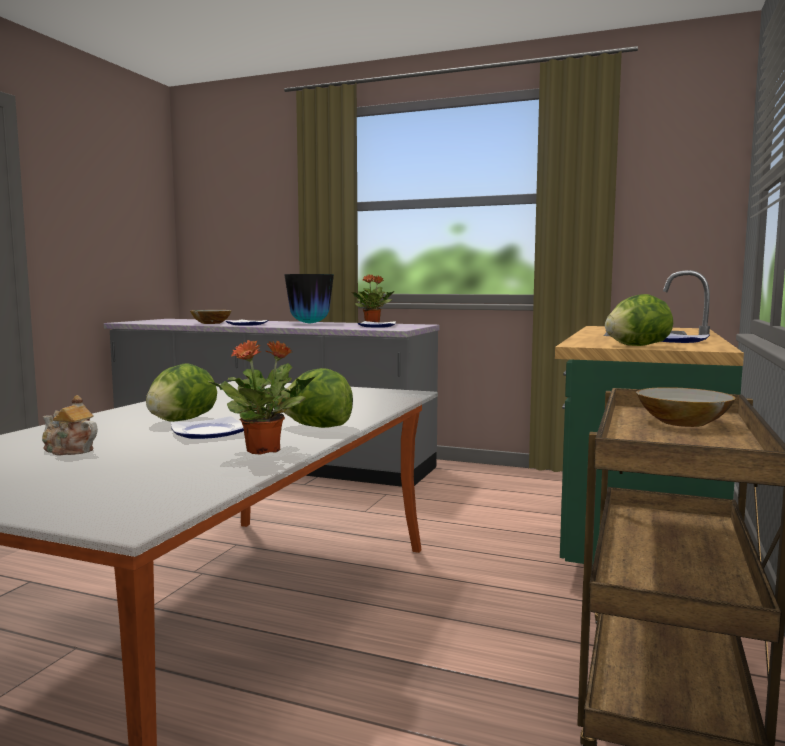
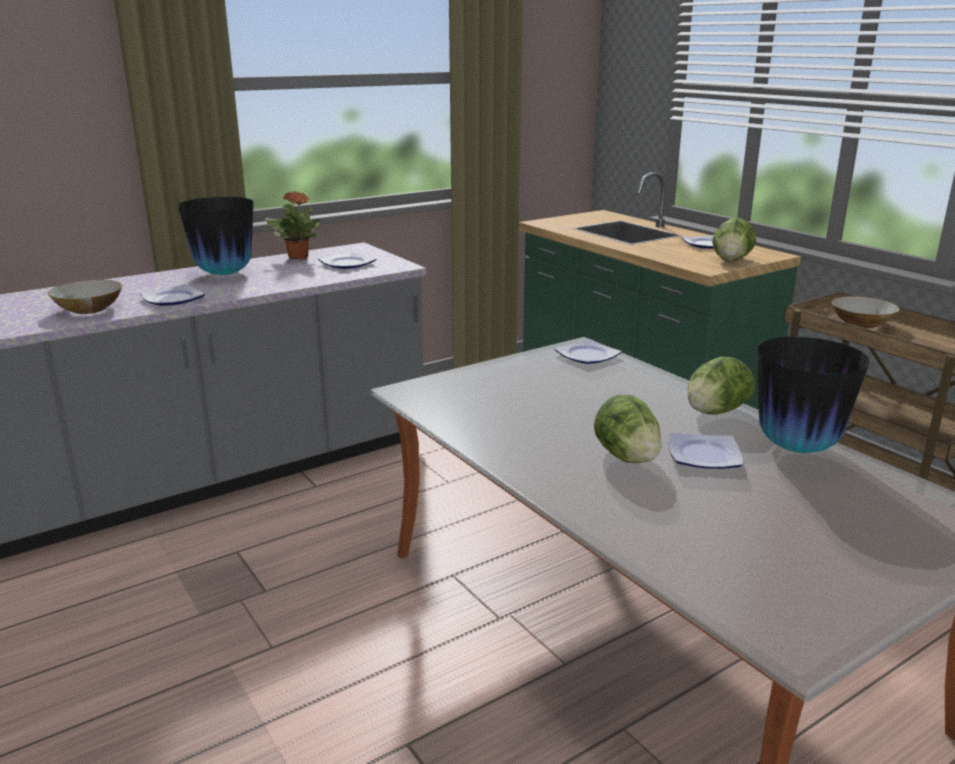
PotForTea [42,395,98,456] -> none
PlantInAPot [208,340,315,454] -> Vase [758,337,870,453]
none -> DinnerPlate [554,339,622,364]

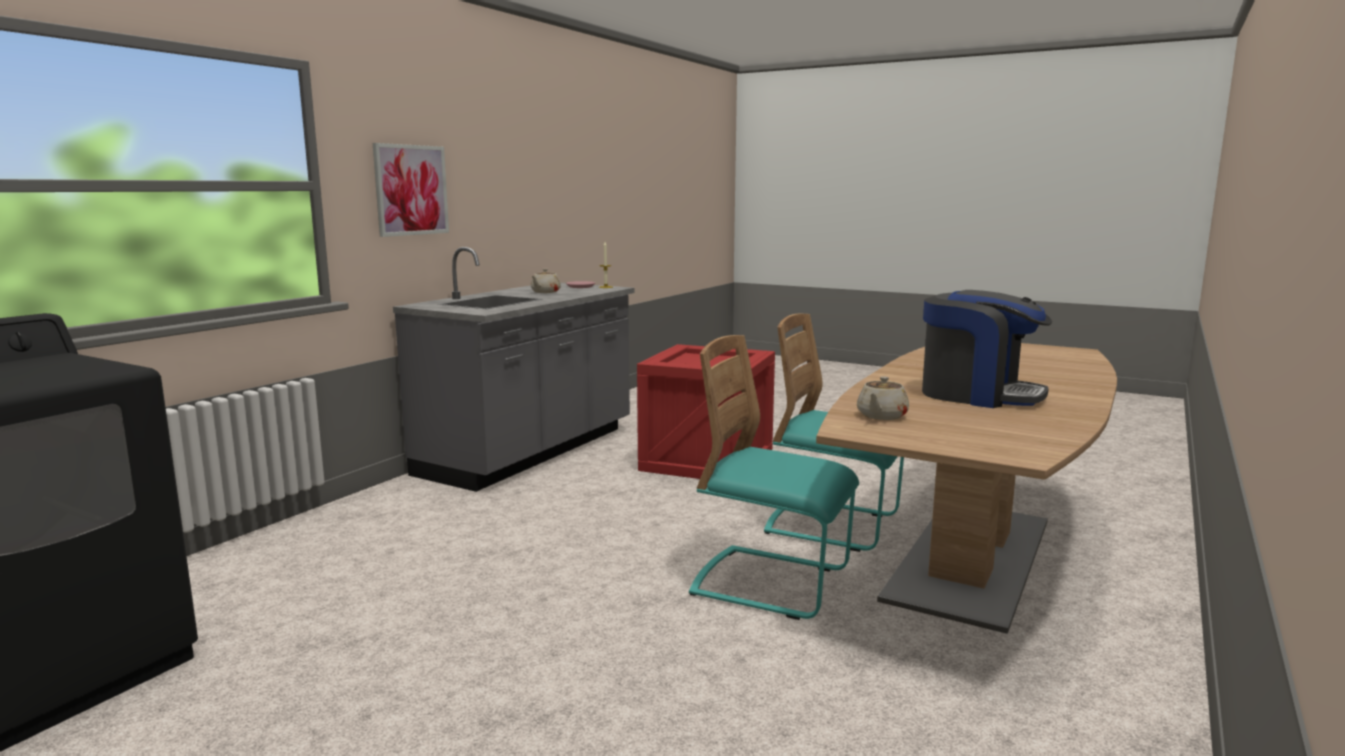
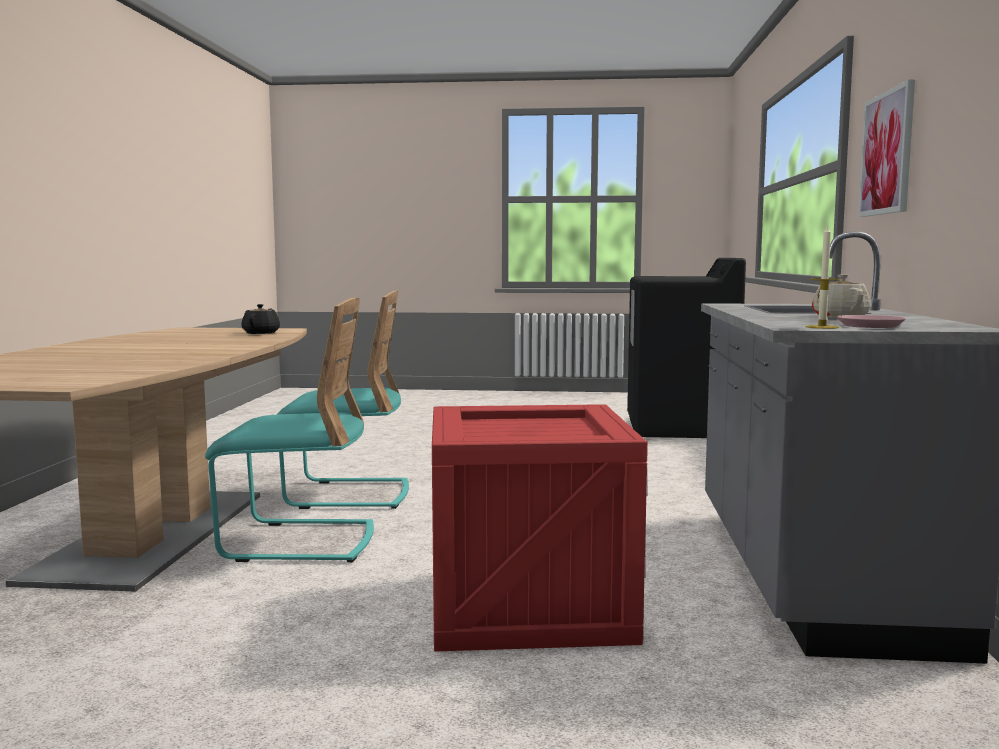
BeigePotForTea [857,376,909,420] -> BlackPotForTea [241,304,280,334]
CoffeeMachine [922,290,1052,408] -> none

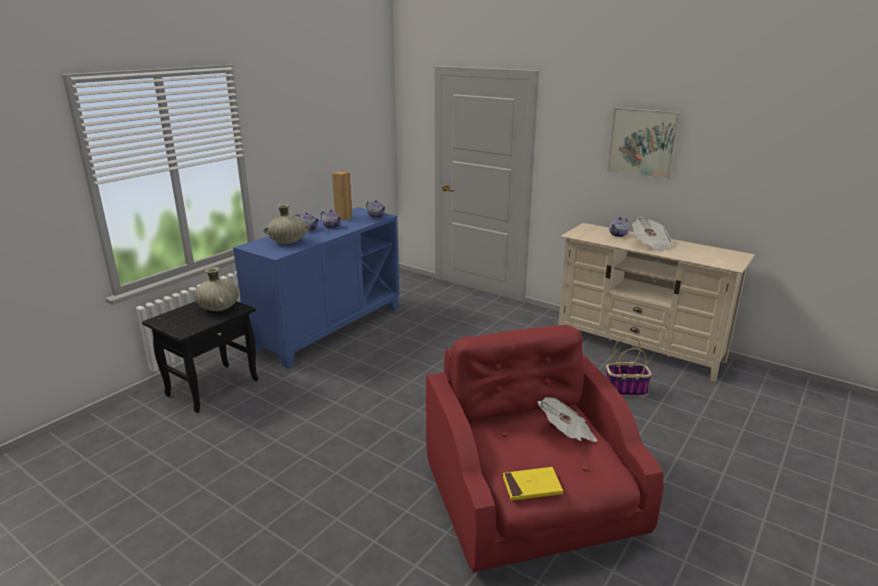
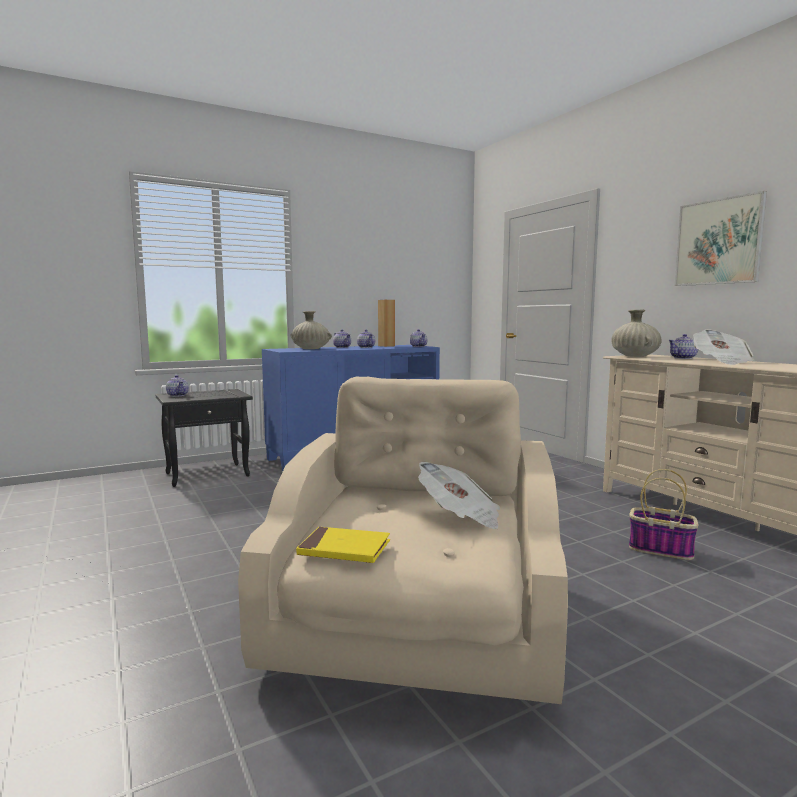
BeigeVase [195,267,239,311] -> BeigeVase [611,310,662,357], move
RedColouredArmchair [426,325,664,573] -> BeigeArmchair [238,376,568,704]
none -> PotForTea [166,375,189,397]

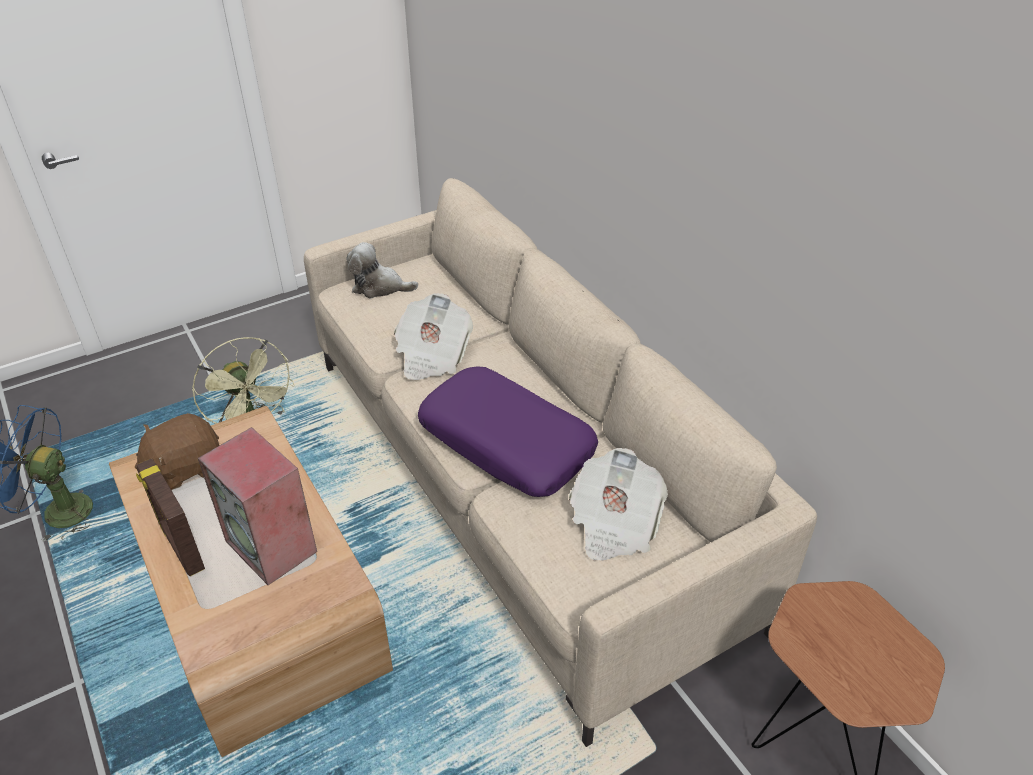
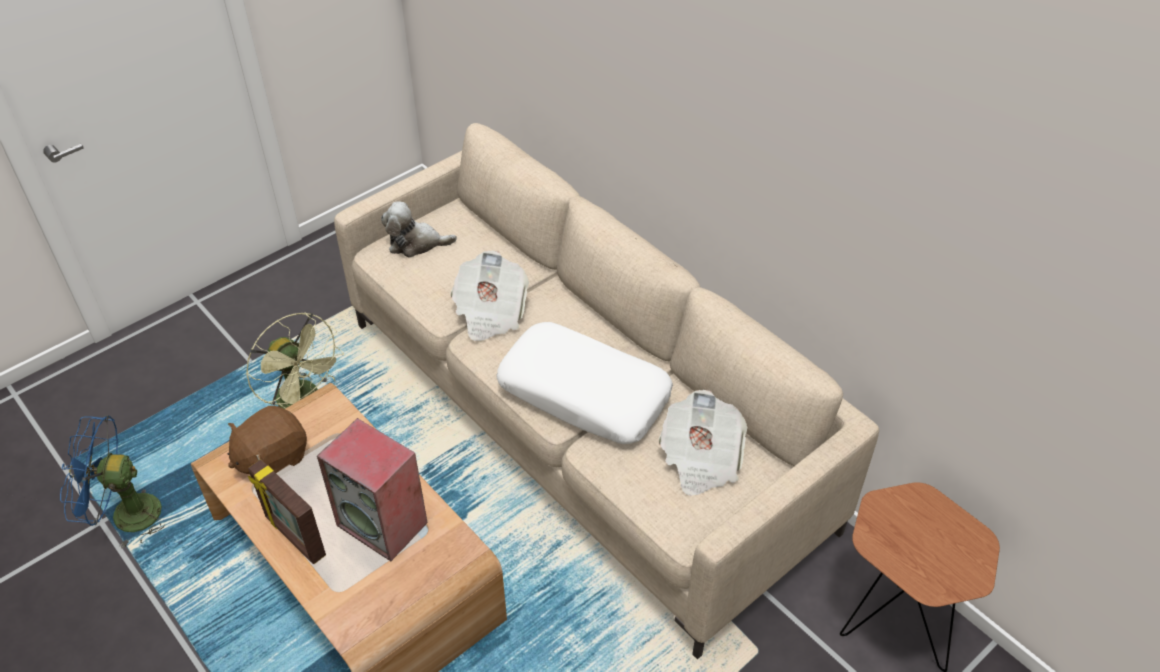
PurpleColouredCushion [418,366,598,497] -> WhiteCushion [496,322,673,444]

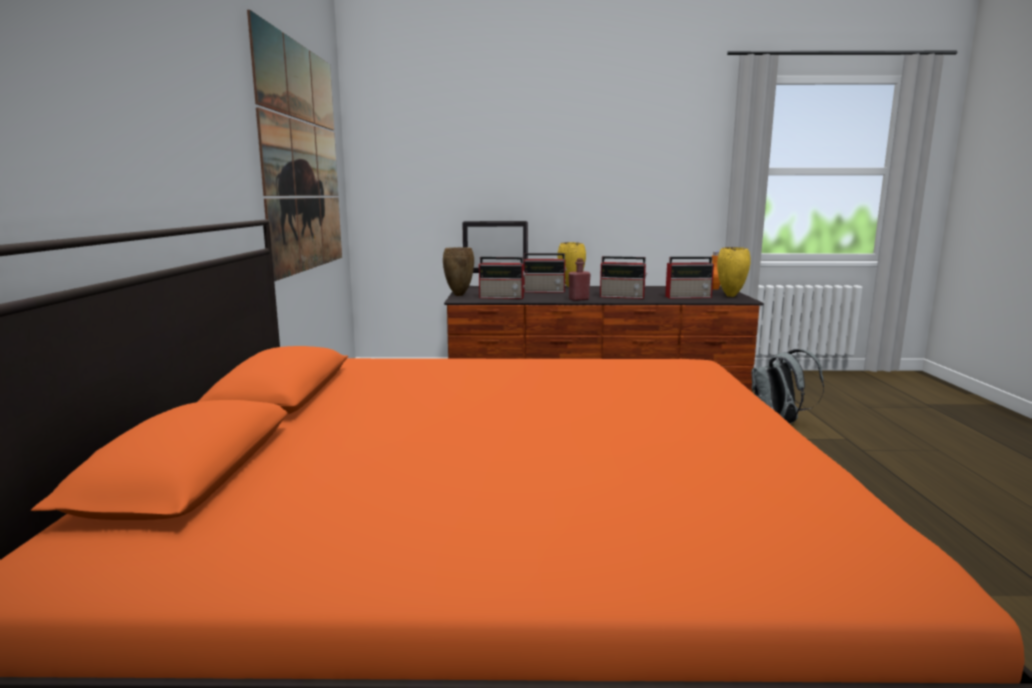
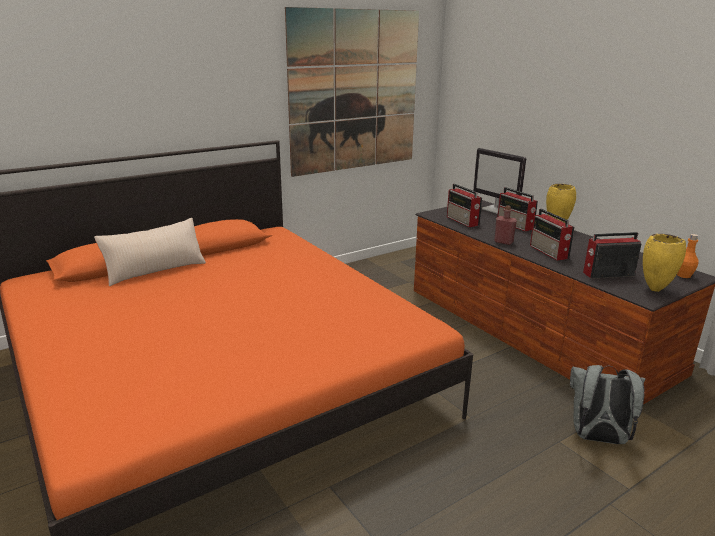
BrownColouredVase [443,247,474,296] -> none
Radio [665,257,714,298] -> Radio [583,232,641,278], 120 degrees clockwise
none -> BeigeCushion [94,218,206,286]

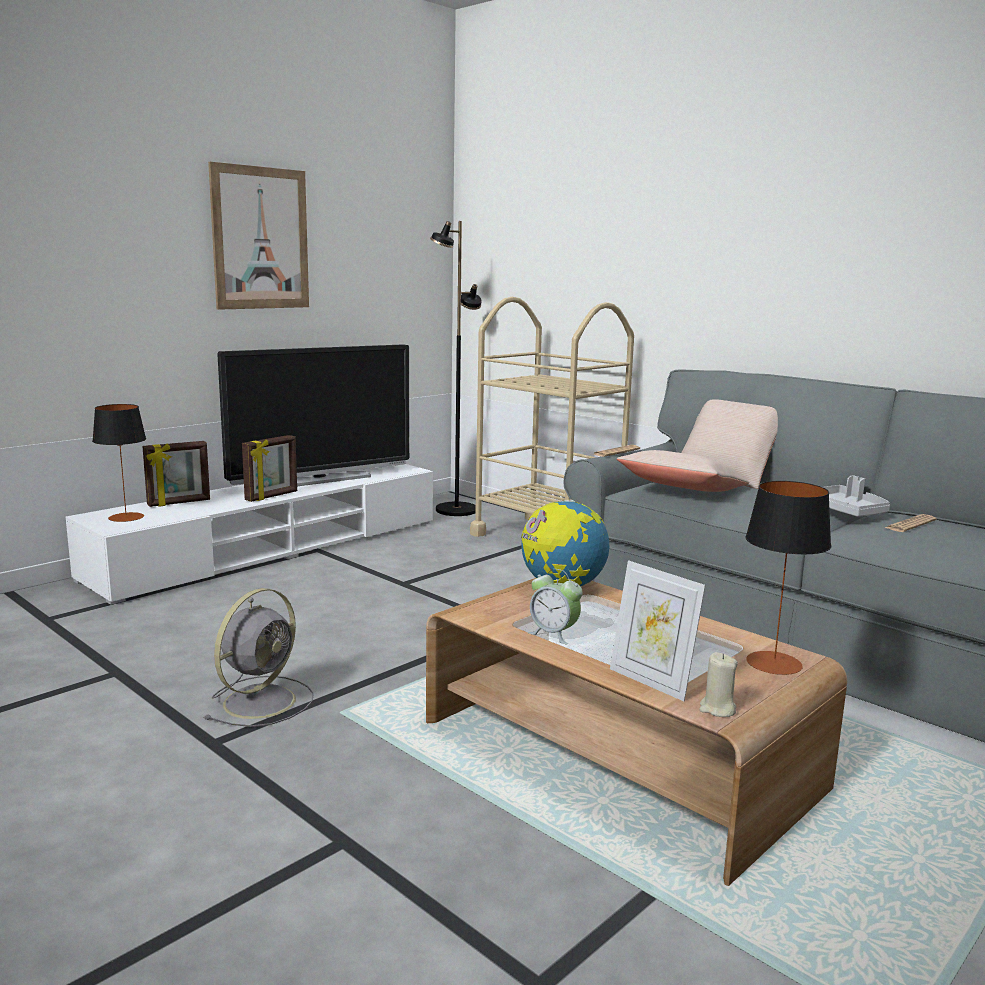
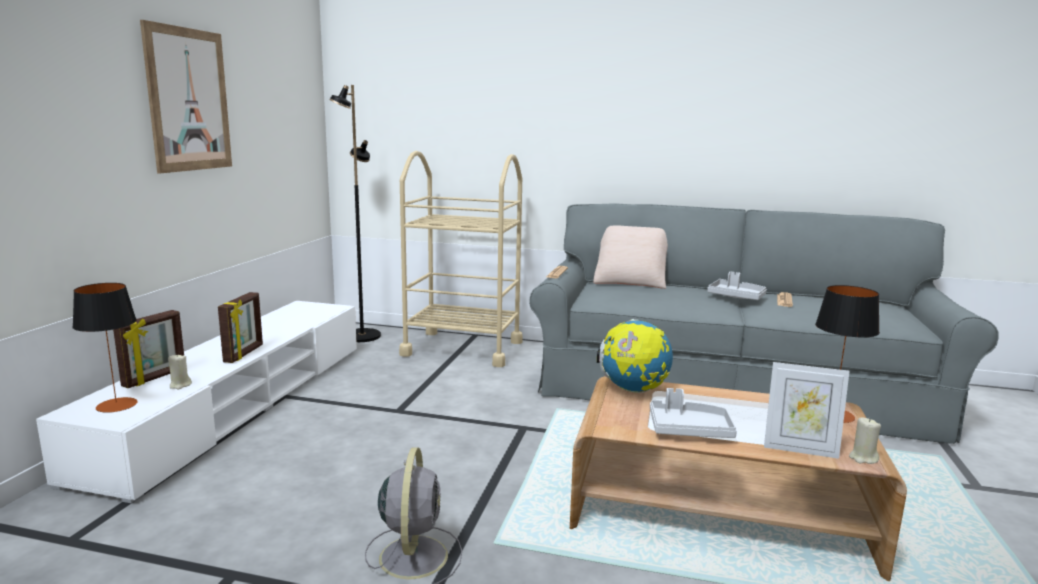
TvSet [217,344,409,486] -> none
TableClock [528,569,583,644] -> GrayServingTray [650,388,737,438]
BeigeCushion [617,450,749,492] -> none
none -> BeigeWaxLight [168,355,192,389]

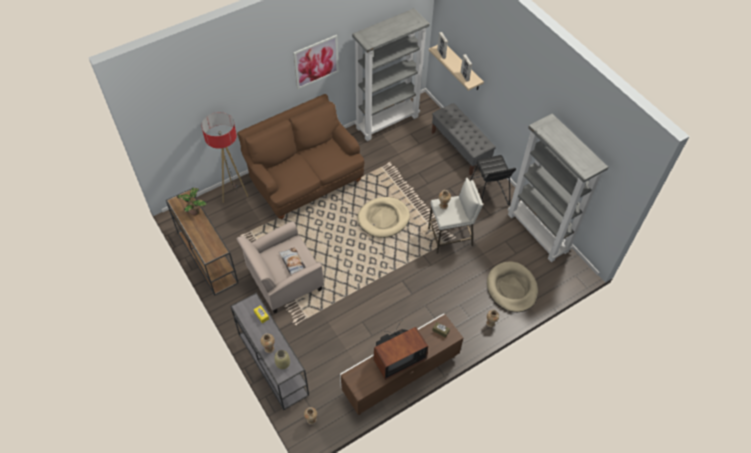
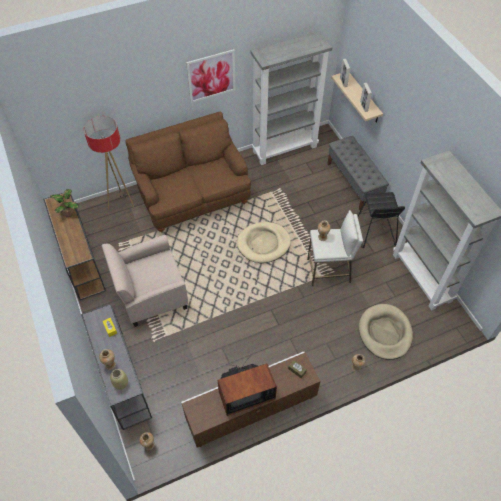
Cushion [279,247,306,275] -> none

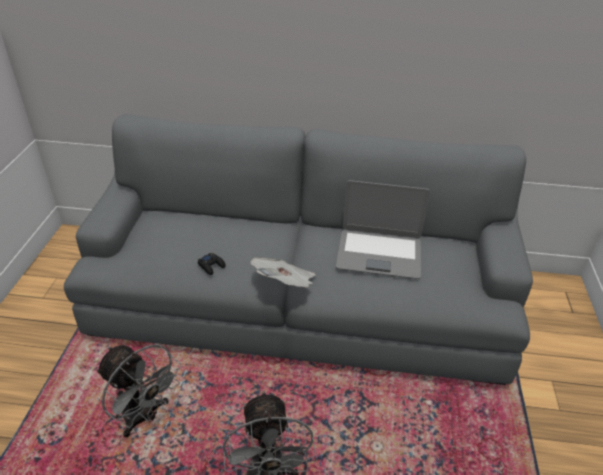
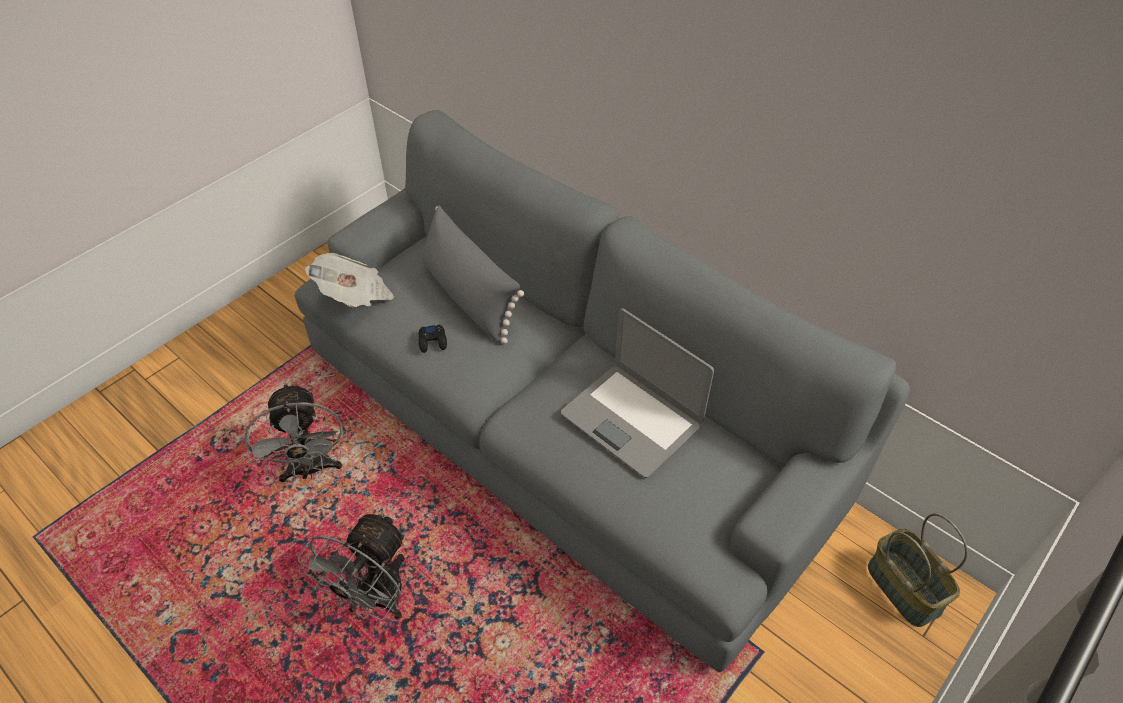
PrintedPaper [250,258,316,288] -> PrintedPaper [305,253,394,308], move
none -> GrayCushion [422,205,524,344]
none -> Basket [868,513,968,627]

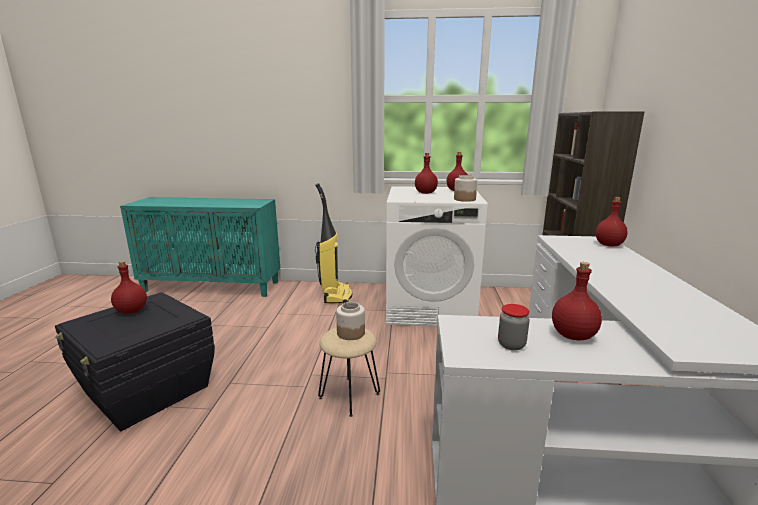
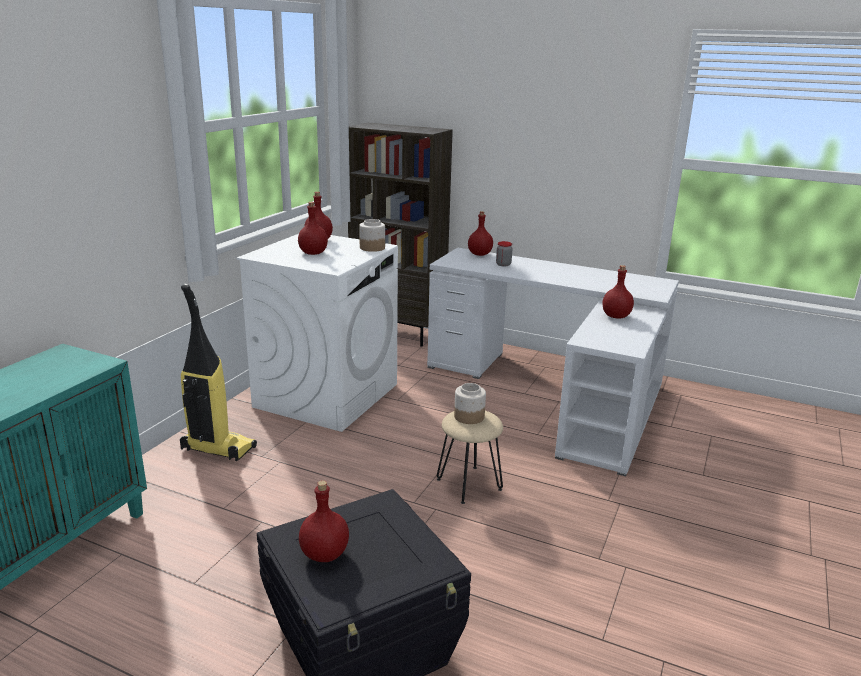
Jar [498,304,530,350] -> Jar [496,241,512,267], move

